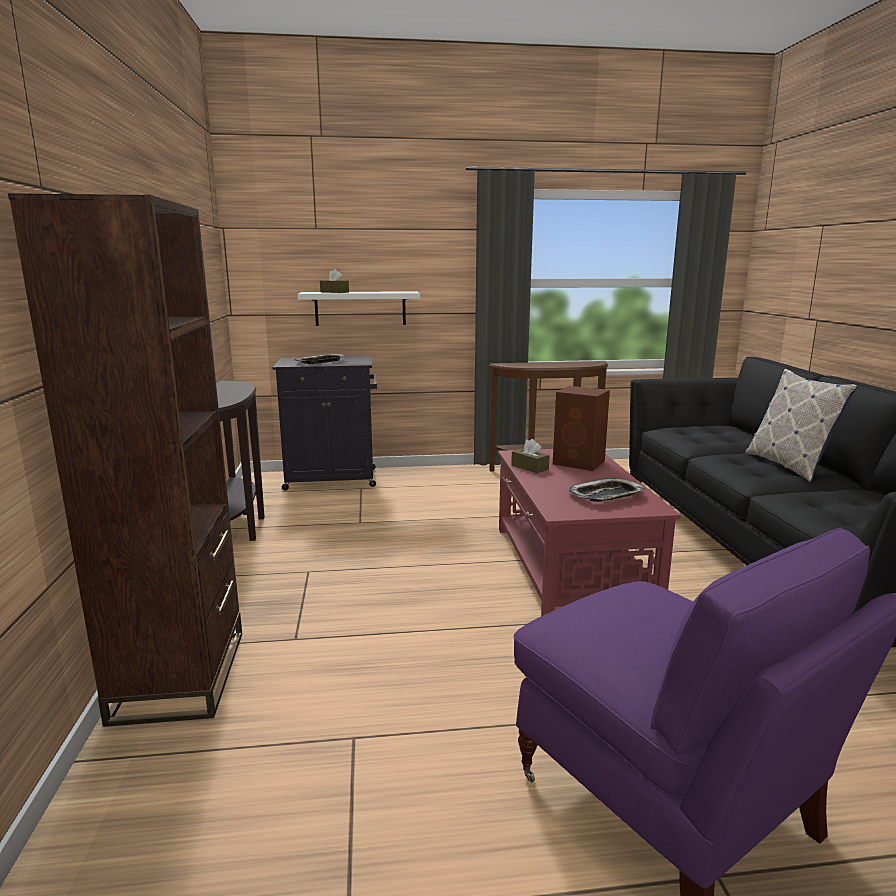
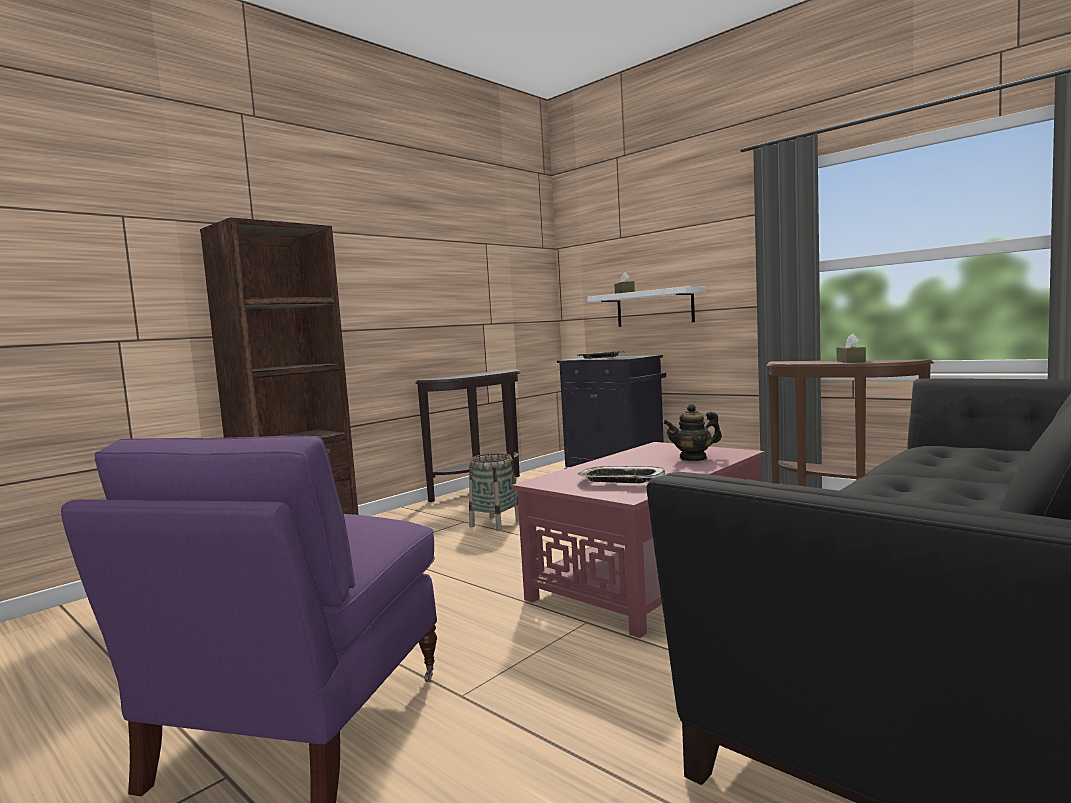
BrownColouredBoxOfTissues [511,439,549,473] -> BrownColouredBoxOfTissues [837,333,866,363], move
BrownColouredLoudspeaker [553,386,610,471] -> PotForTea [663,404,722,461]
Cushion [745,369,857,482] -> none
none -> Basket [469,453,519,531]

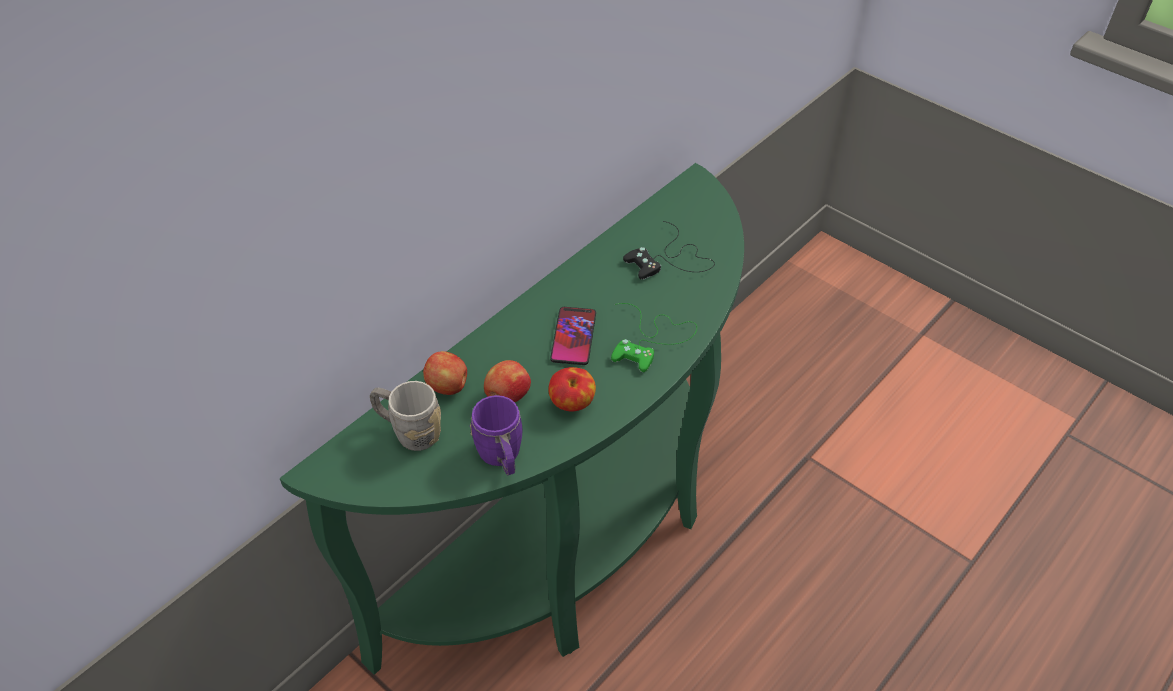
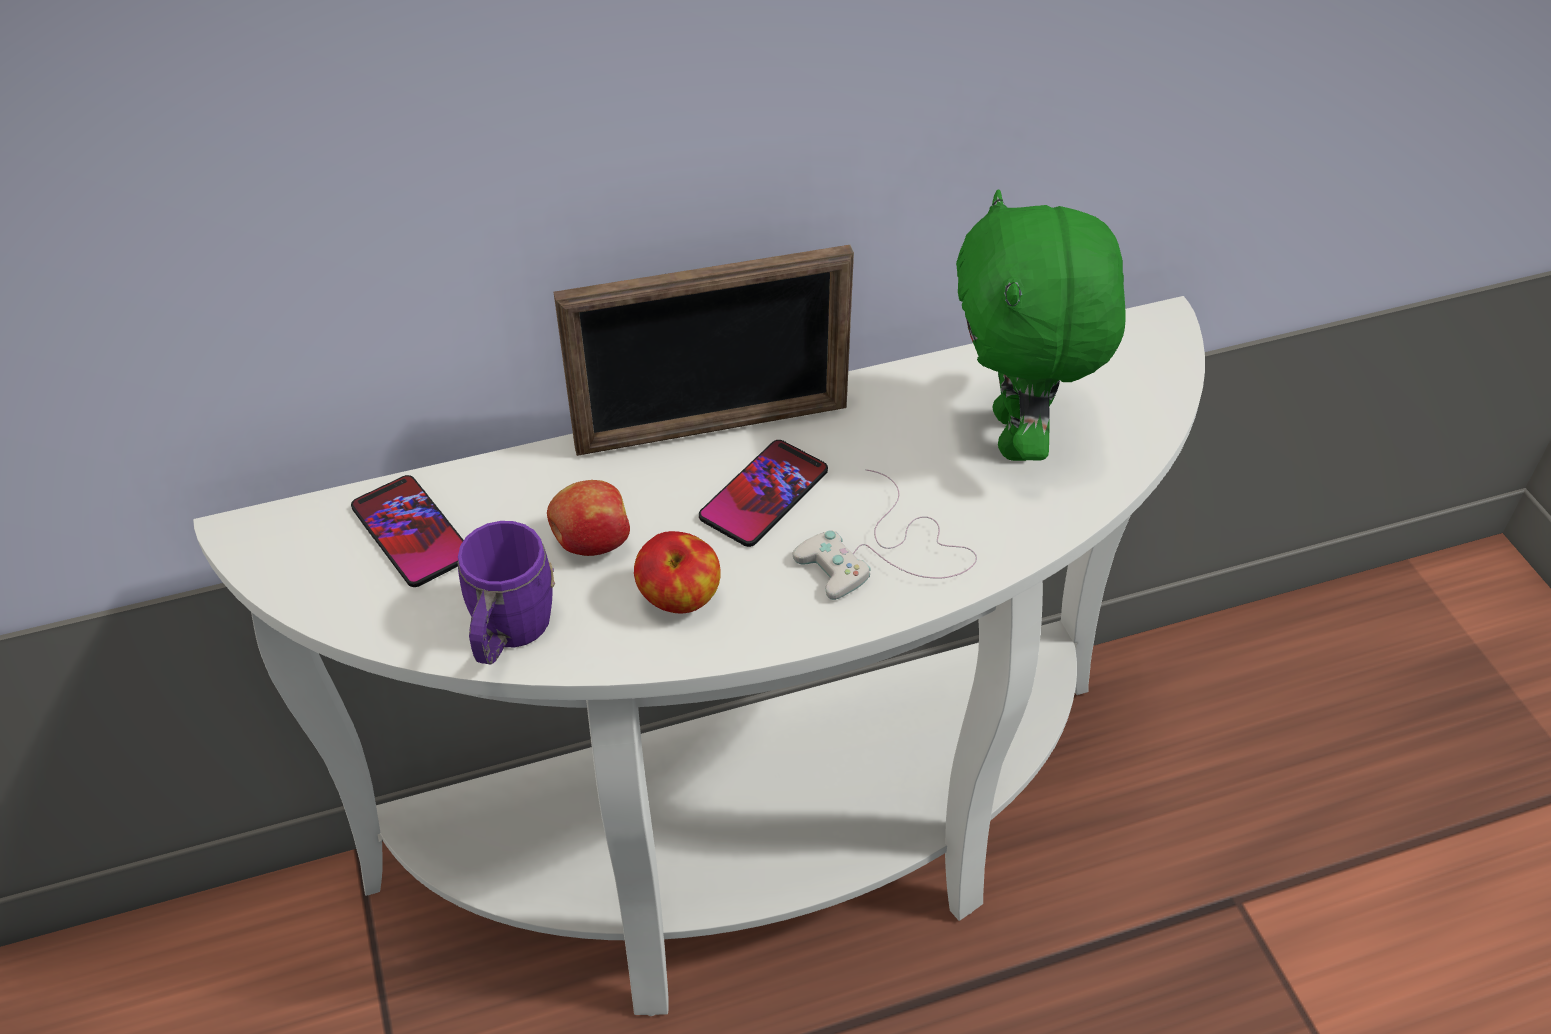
GreenHallTable [280,163,744,675] -> WhiteHallTable [193,296,1205,1016]
GrayMug [370,381,441,451] -> Telephone [351,475,464,587]
WholeApple [423,351,467,395] -> none
GreenJoypad [611,303,697,372] -> WhiteJoypad [793,469,977,600]
BlackJoypad [623,221,715,280] -> GreenCuddlyToy [956,189,1126,461]
none -> PictureFrame [554,245,854,456]

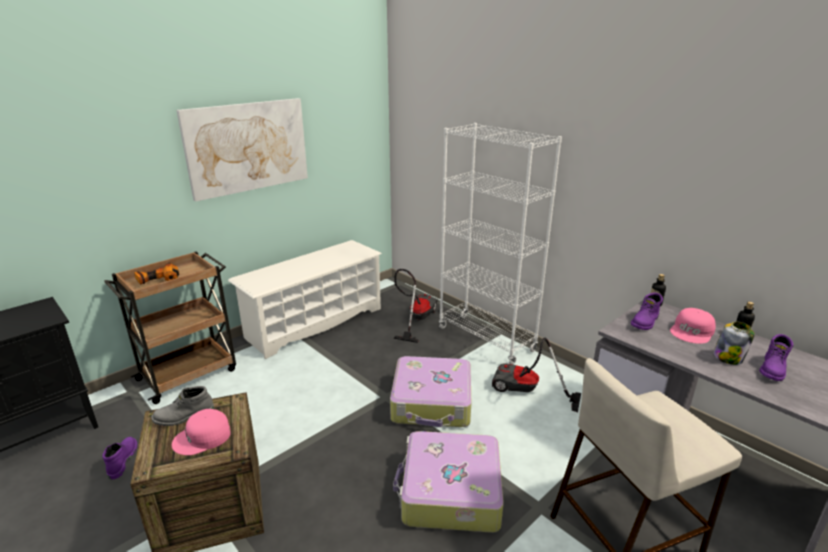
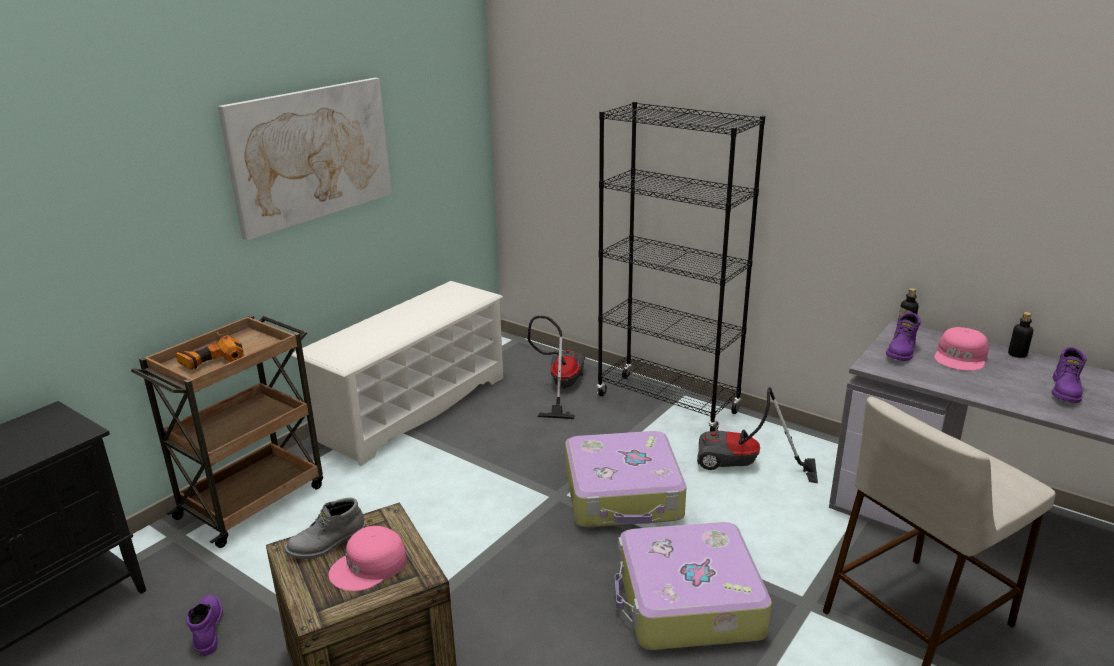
WhiteBookshelf [439,123,562,365] -> BlackBookshelf [597,101,765,431]
Jar [713,322,755,365] -> none

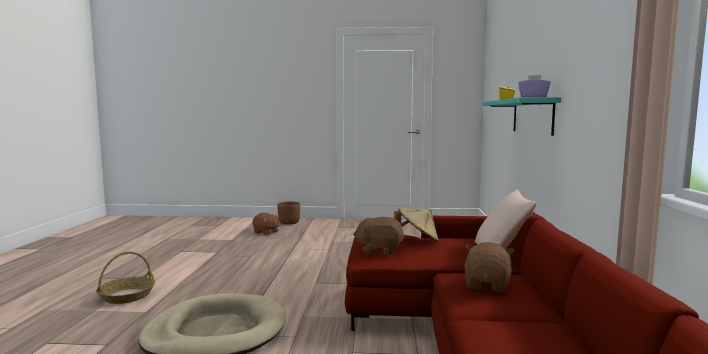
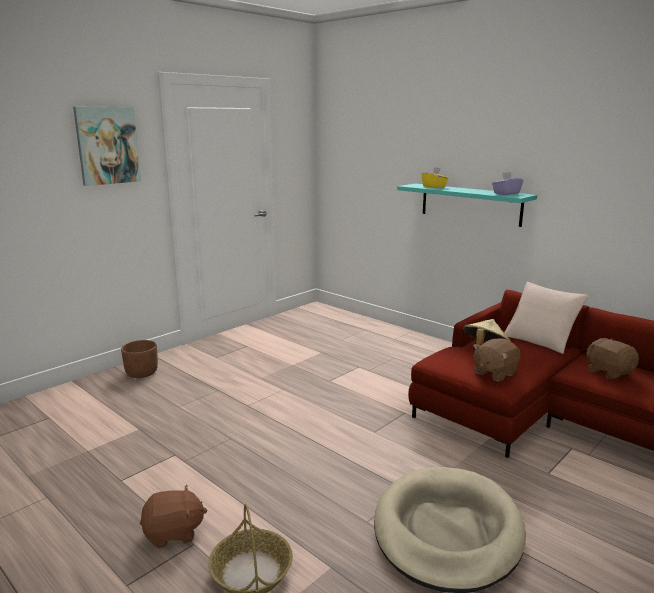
BrownColouredCuddlyToy [252,213,279,235] -> BrownColouredCuddlyToy [140,485,207,548], move
none -> Picture [73,107,141,186]

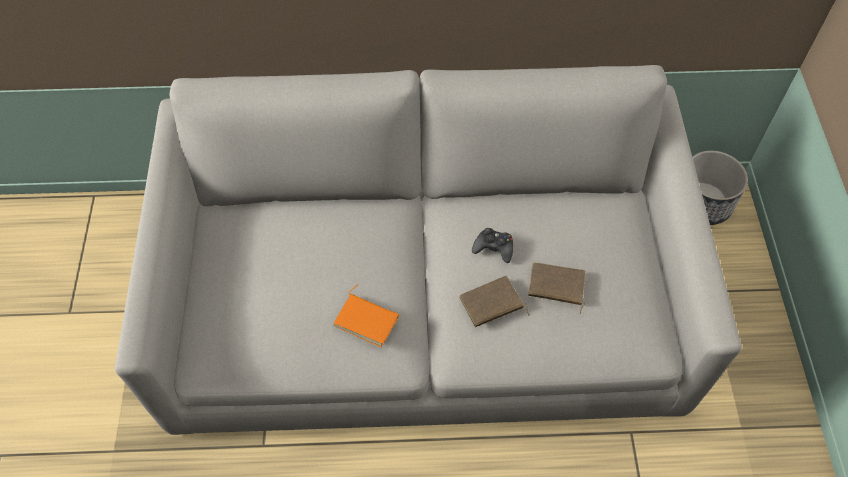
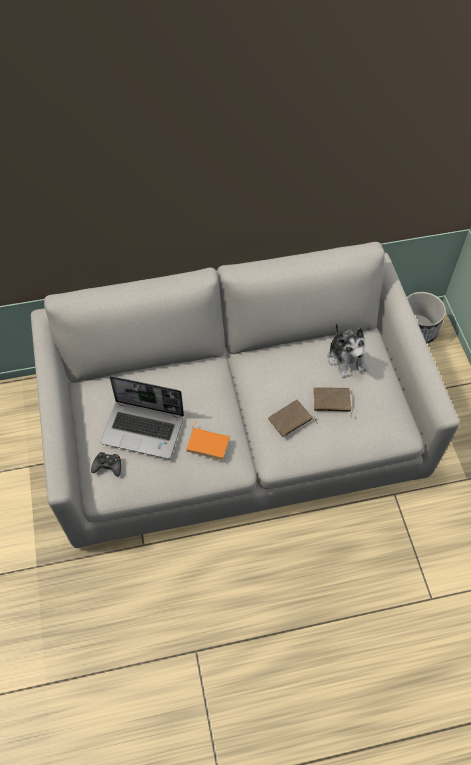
BlackJoypad [472,228,513,263] -> BlackJoypad [91,452,121,477], move
none -> Laptop [100,376,184,459]
none -> CuddlyToy [328,323,367,378]

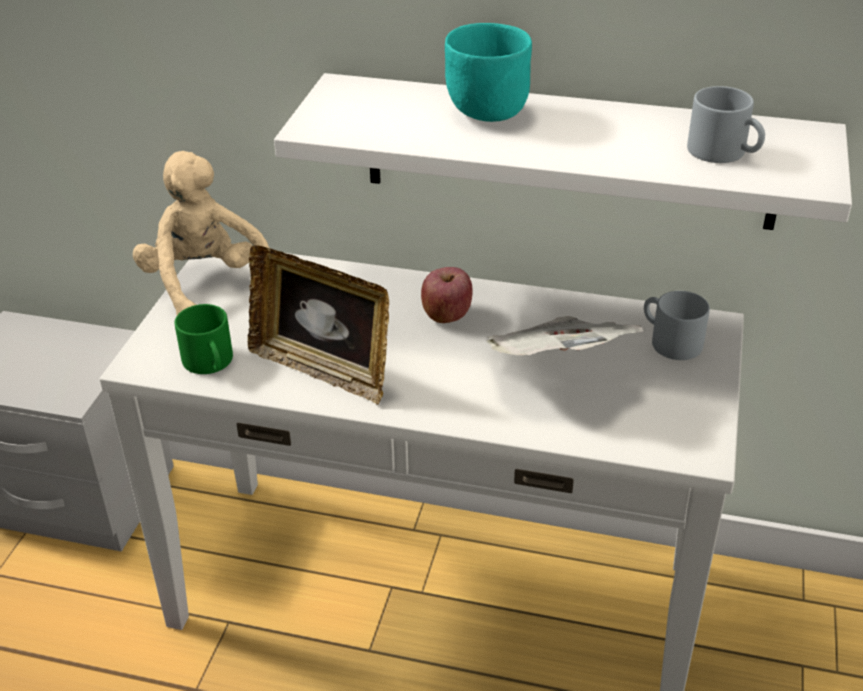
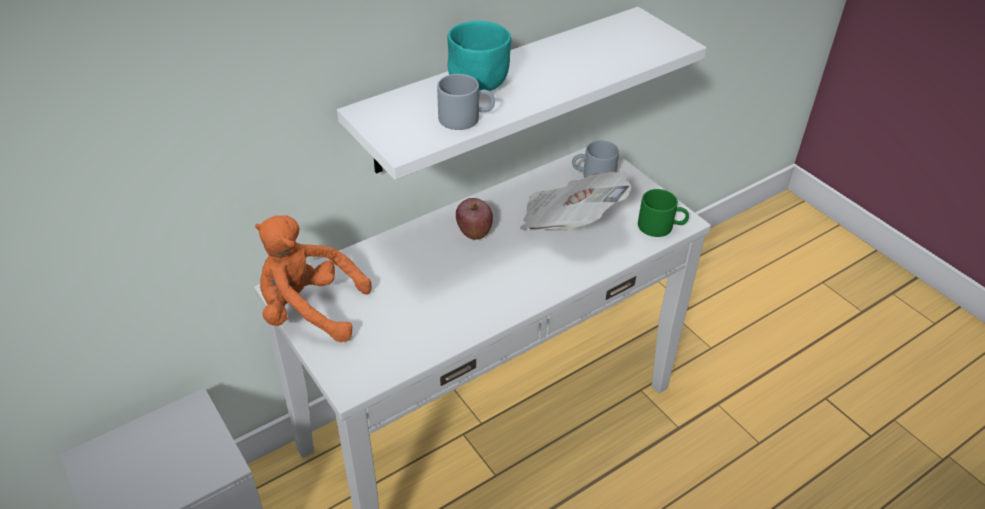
BeigeCuddlyToy [133,151,269,315] -> OrangeyCuddlyToy [255,215,372,343]
GreenMug [175,304,233,374] -> GreenMug [638,189,689,237], move
PictureFrame [248,245,389,405] -> none
GrayMug [687,86,765,163] -> GrayMug [437,74,495,130], move

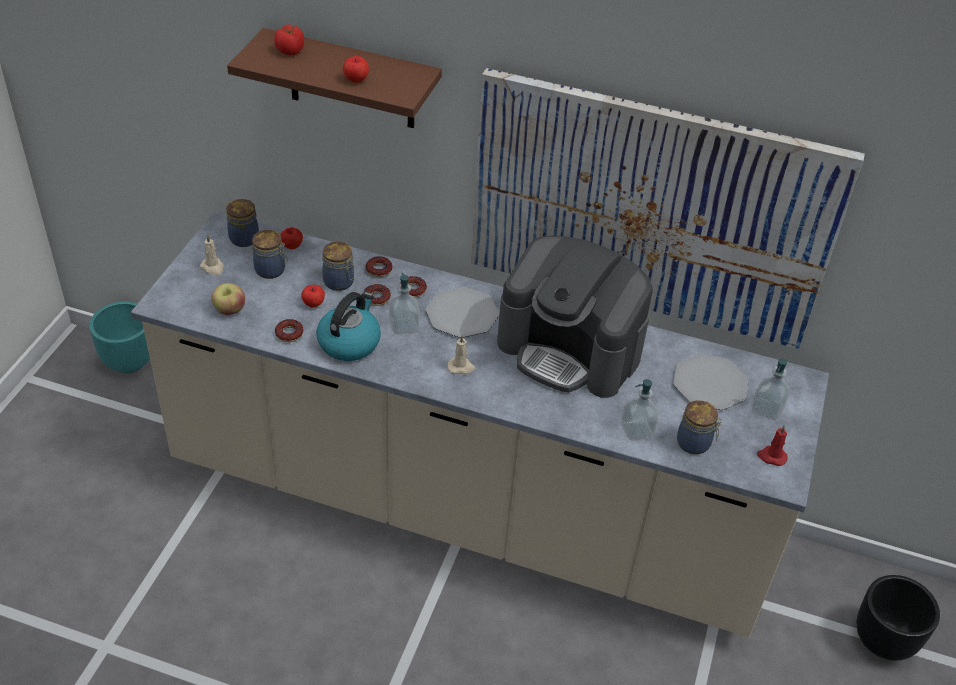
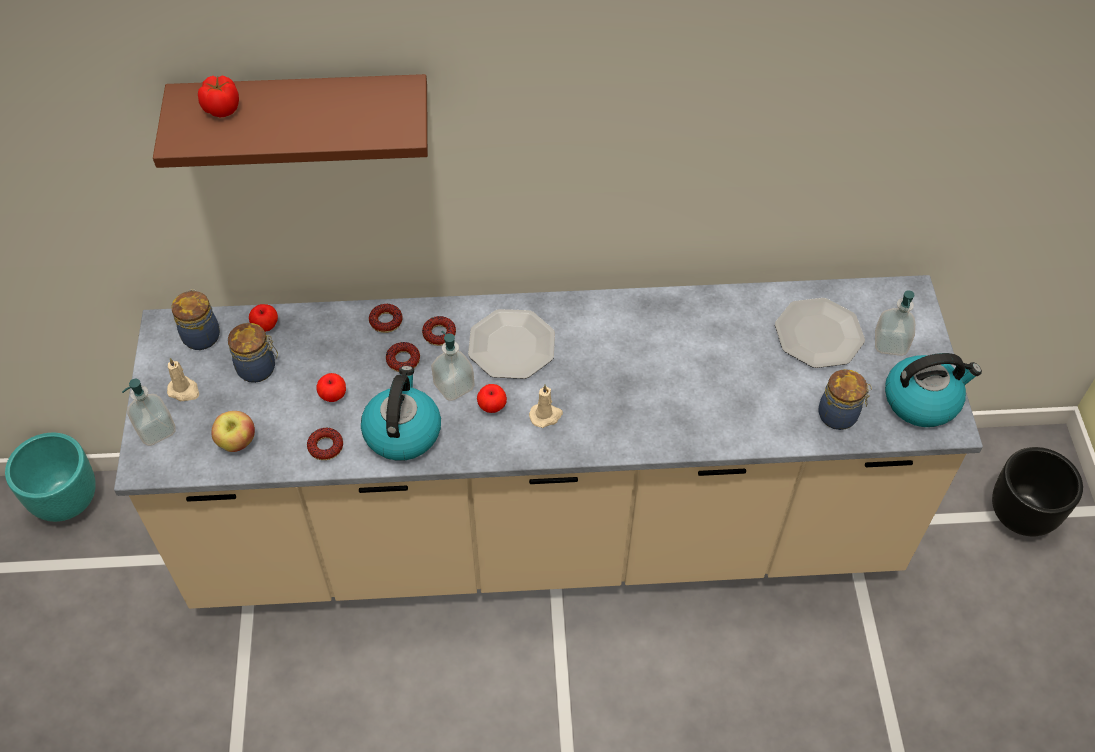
Jar [322,242,354,291] -> none
WholeApple [343,56,369,83] -> WholeApple [477,384,507,413], move
Picture [471,68,865,349] -> none
CoffeeMachine [497,236,653,398] -> none
LiquidSoapBottle [621,379,658,440] -> LiquidSoapBottle [122,379,176,446], move
RedColouredWaxLight [757,425,788,466] -> WaterKettle [885,353,982,427]

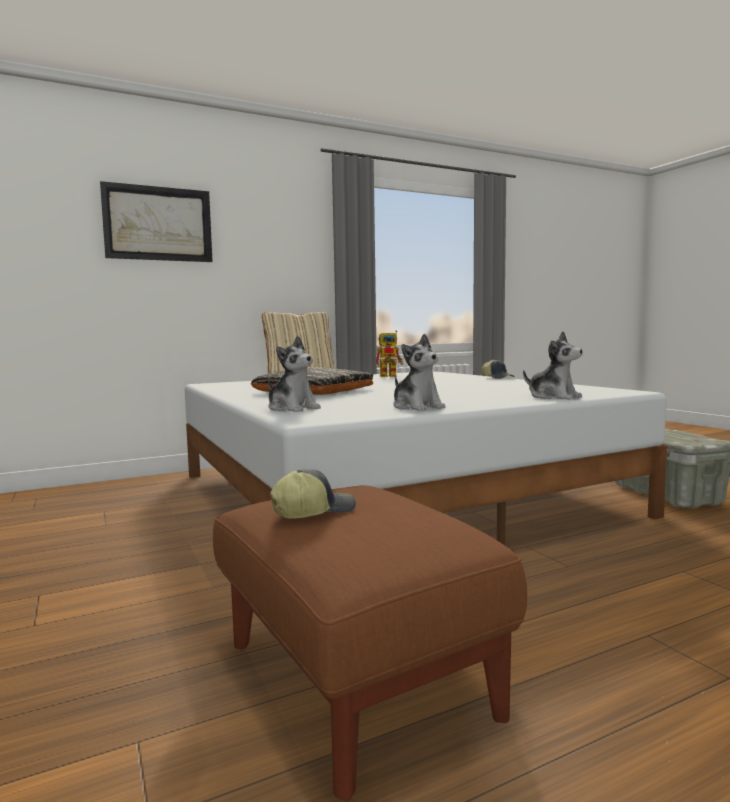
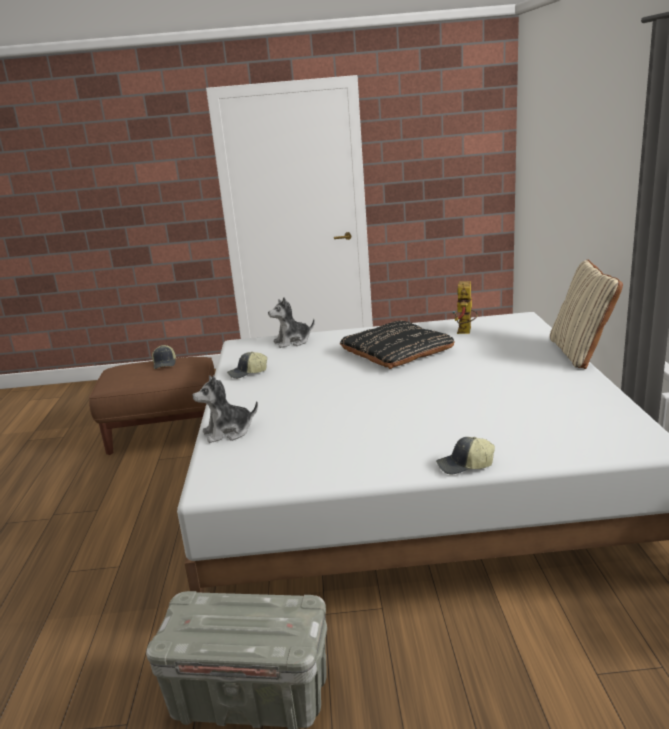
Picture [100,181,213,262] -> none
ToyRobot [375,330,403,377] -> ToyRobot [453,281,478,334], move
CuddlyToy [393,334,446,411] -> Cap [227,352,267,379]

